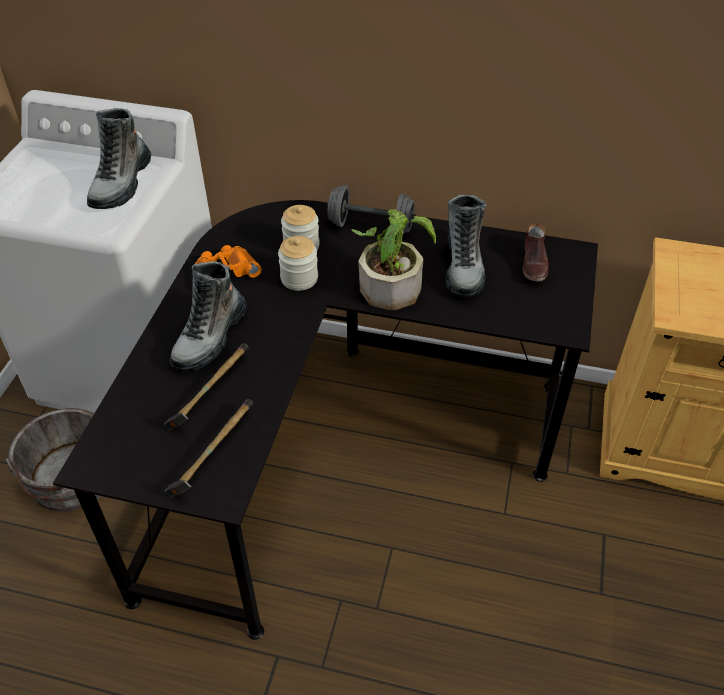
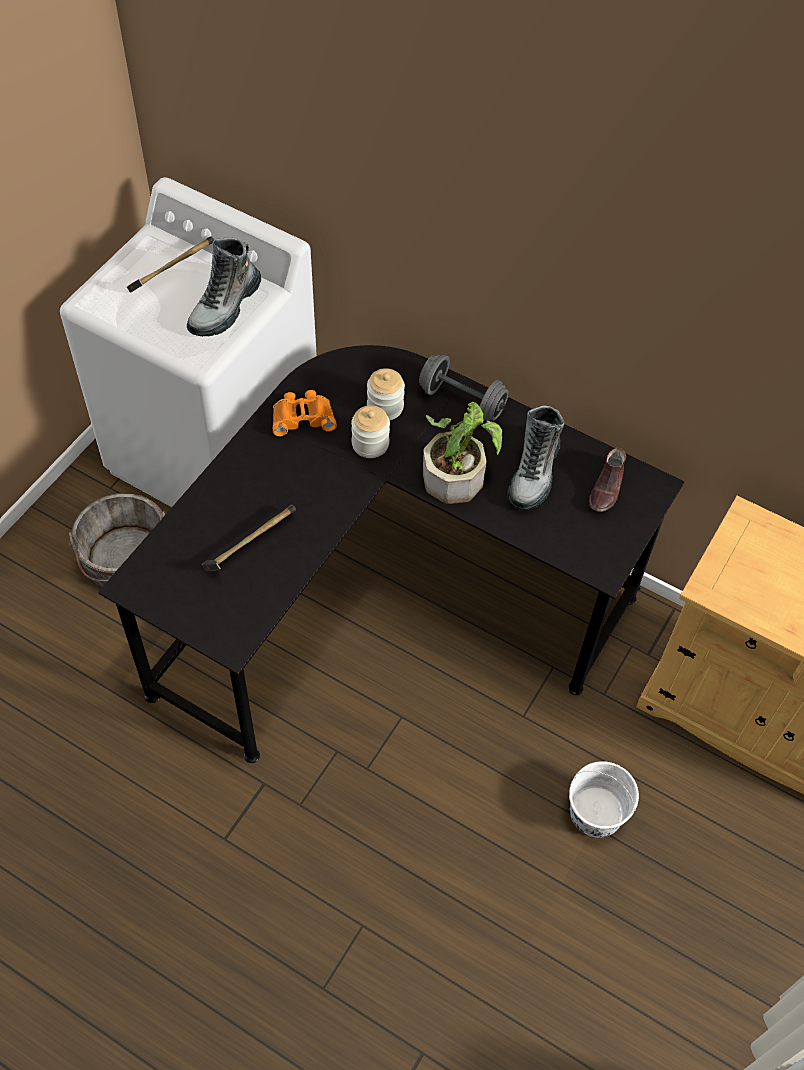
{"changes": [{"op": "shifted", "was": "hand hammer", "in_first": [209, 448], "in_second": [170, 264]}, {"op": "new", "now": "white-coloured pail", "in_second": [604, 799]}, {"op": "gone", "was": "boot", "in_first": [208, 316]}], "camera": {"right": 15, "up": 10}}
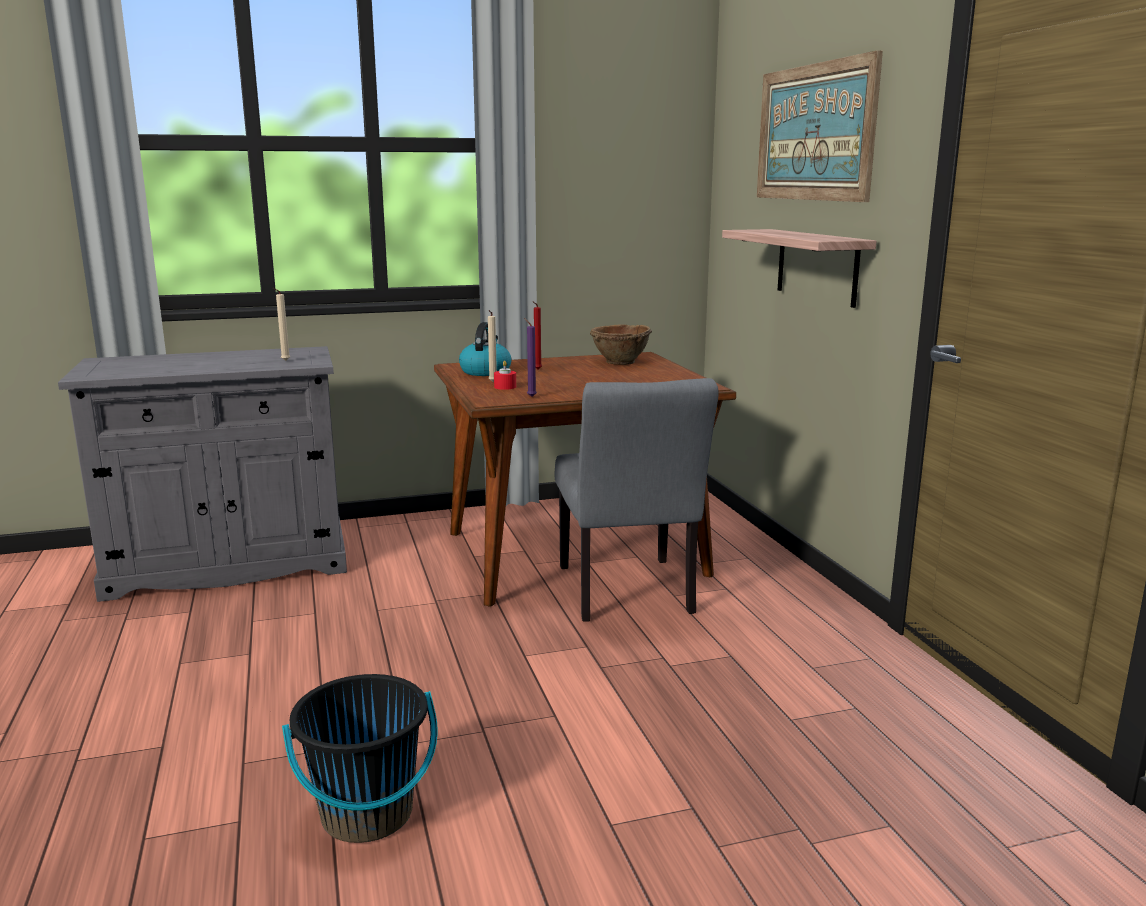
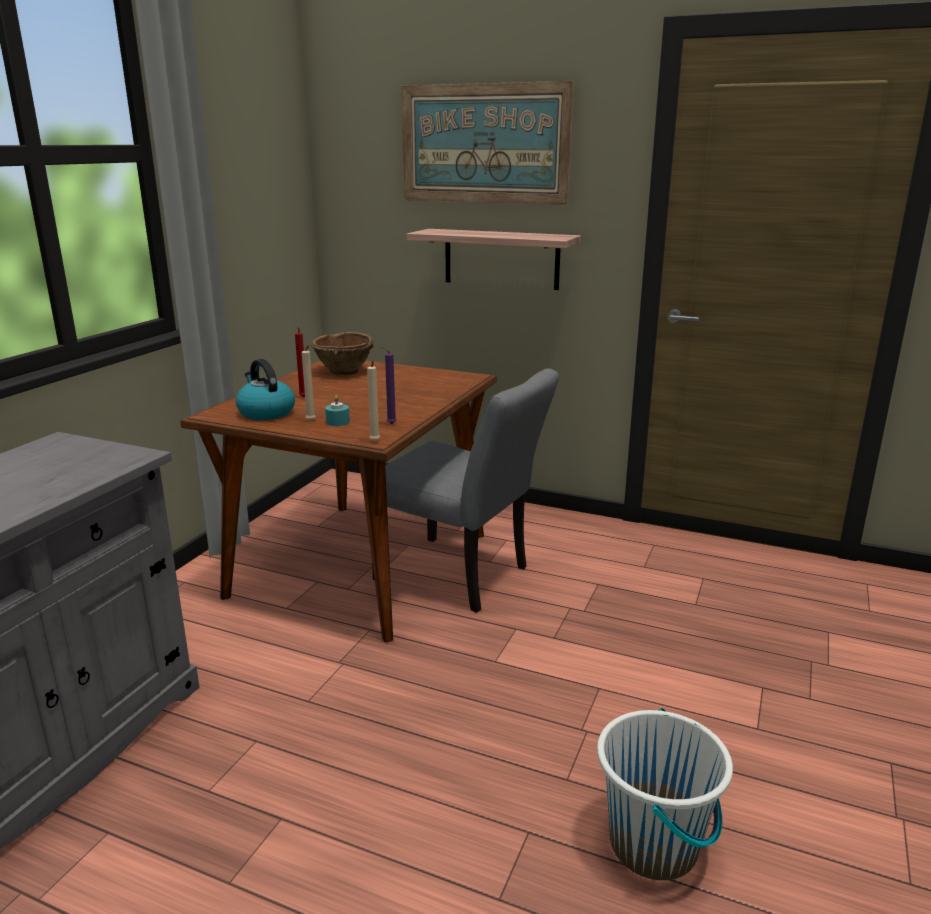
{"changes": [{"op": "repainted", "was": "reddish candle", "now": "turquoise-coloured candle", "in_first": [505, 375], "in_second": [337, 410]}, {"op": "shifted", "was": "beige-coloured candle", "in_first": [281, 324], "in_second": [373, 401]}, {"op": "repainted", "was": "black-coloured pail", "now": "white-coloured pail", "in_first": [360, 758], "in_second": [665, 794]}], "camera": {"right": -50, "up": 5}}
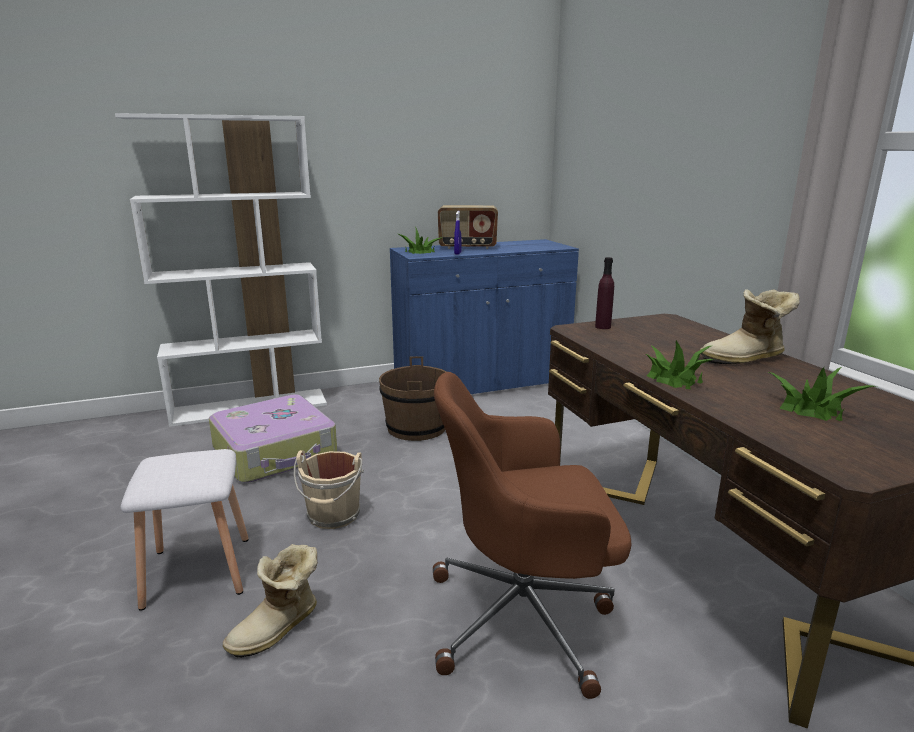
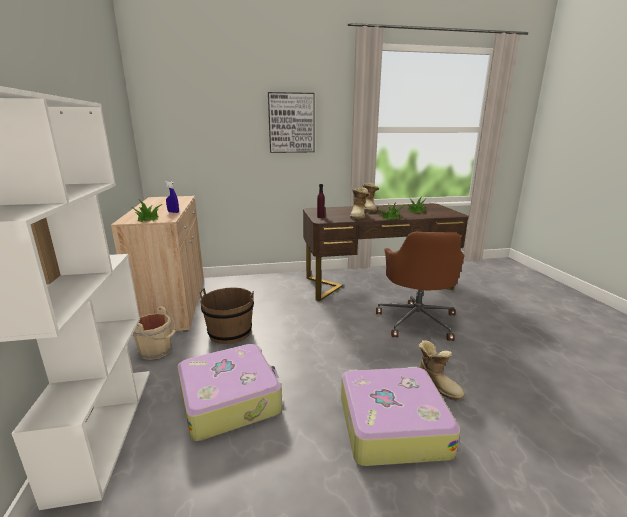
{"changes": [{"op": "repainted", "was": "bluish cabinet", "now": "beige-coloured cabinet", "in_first": [484, 316], "in_second": [157, 266]}, {"op": "shifted", "was": "beige-coloured pail", "in_first": [329, 489], "in_second": [154, 333]}, {"op": "new", "now": "wall art", "in_second": [291, 122]}, {"op": "swapped", "was": "white-coloured sitting stool", "now": "piece of luggage", "in_first": [185, 530], "in_second": [400, 416]}, {"op": "new", "now": "boot", "in_second": [360, 203]}, {"op": "gone", "was": "radio receiver", "in_first": [468, 227]}], "camera": {"right": -80, "up": 0}}
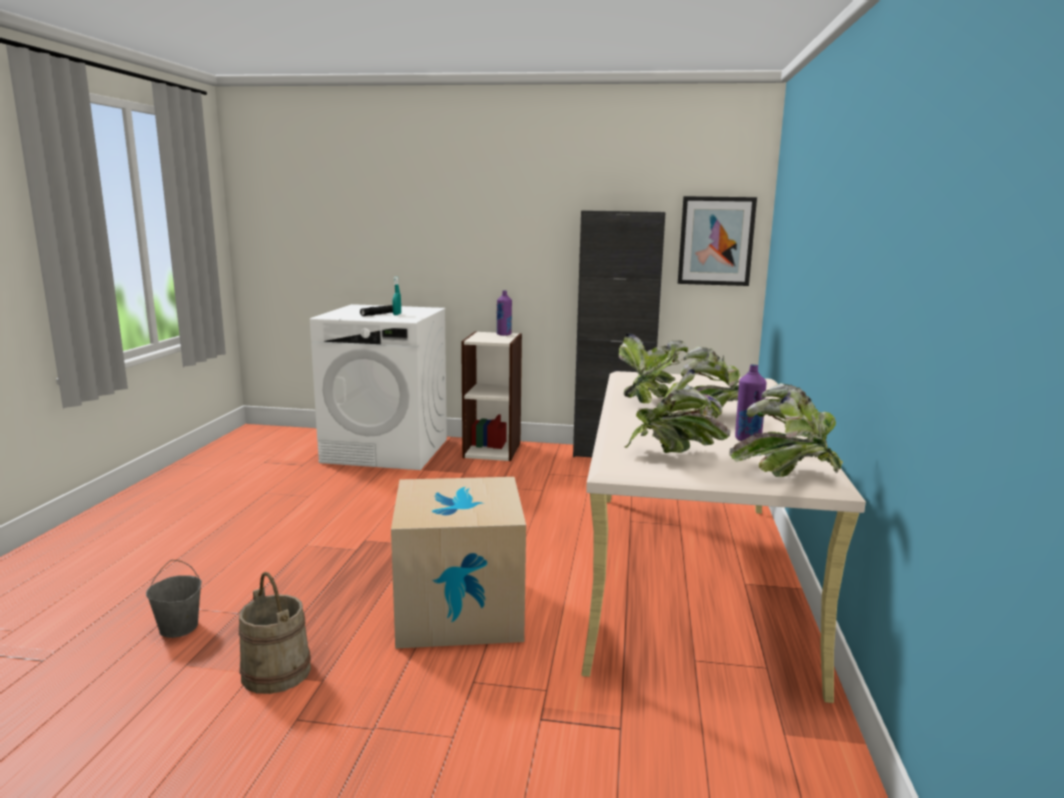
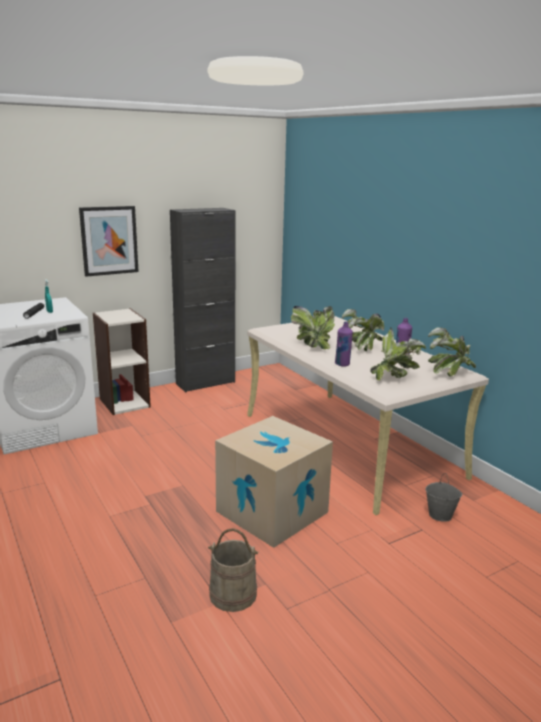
{"changes": [{"op": "shifted", "was": "wall art", "in_first": [717, 241], "in_second": [109, 241]}, {"op": "shifted", "was": "purple bottle", "in_first": [504, 313], "in_second": [344, 344]}, {"op": "shifted", "was": "gray pail", "in_first": [174, 599], "in_second": [444, 497]}], "camera": {"right": -40, "up": 5}}
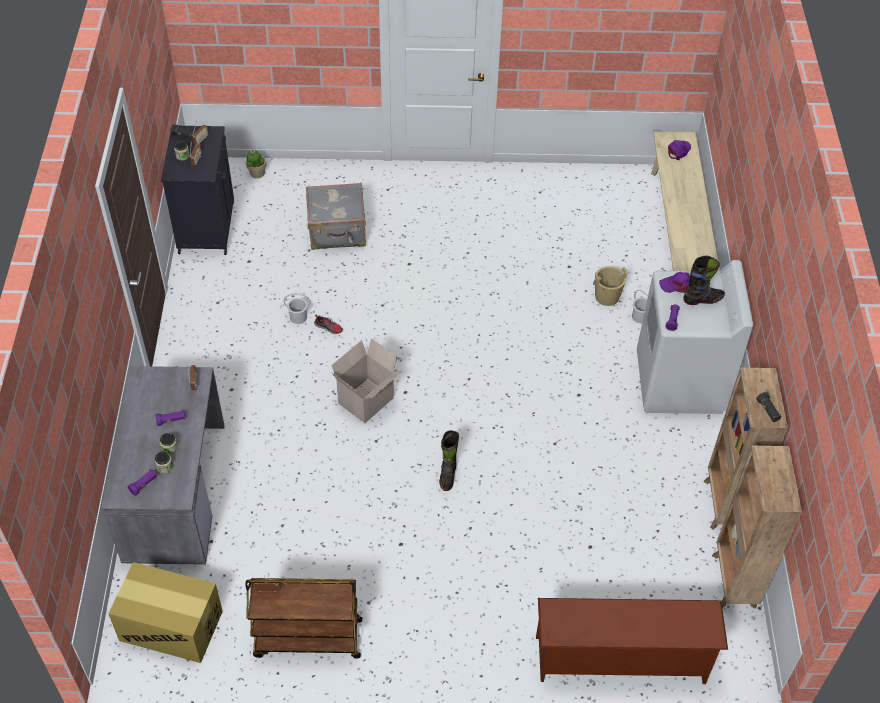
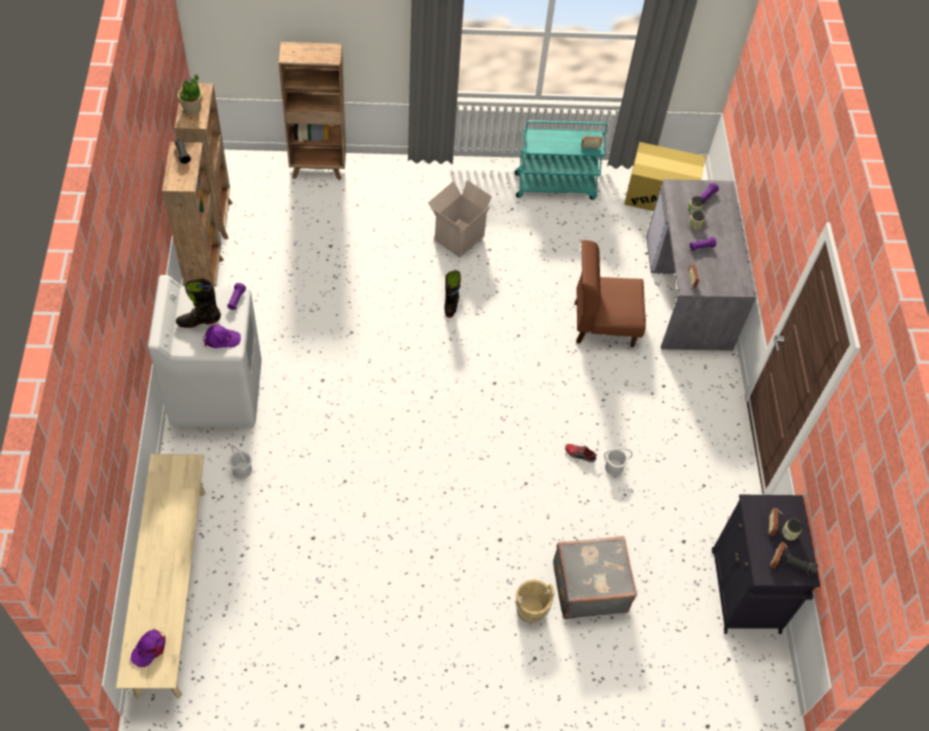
{"changes": [{"op": "shifted", "was": "potted plant", "in_first": [256, 164], "in_second": [190, 94]}, {"op": "swapped", "was": "brownish shoe rack", "now": "brownish bookshelf", "in_first": [632, 641], "in_second": [312, 111]}, {"op": "shifted", "was": "carton", "in_first": [366, 380], "in_second": [460, 219]}, {"op": "repainted", "was": "brownish cart", "now": "turquoise-coloured cart", "in_first": [303, 618], "in_second": [561, 160]}, {"op": "shifted", "was": "beige-coloured pail", "in_first": [610, 286], "in_second": [535, 601]}, {"op": "new", "now": "brownish plain chair", "in_second": [610, 293]}], "camera": {"right": 175, "up": 5}}
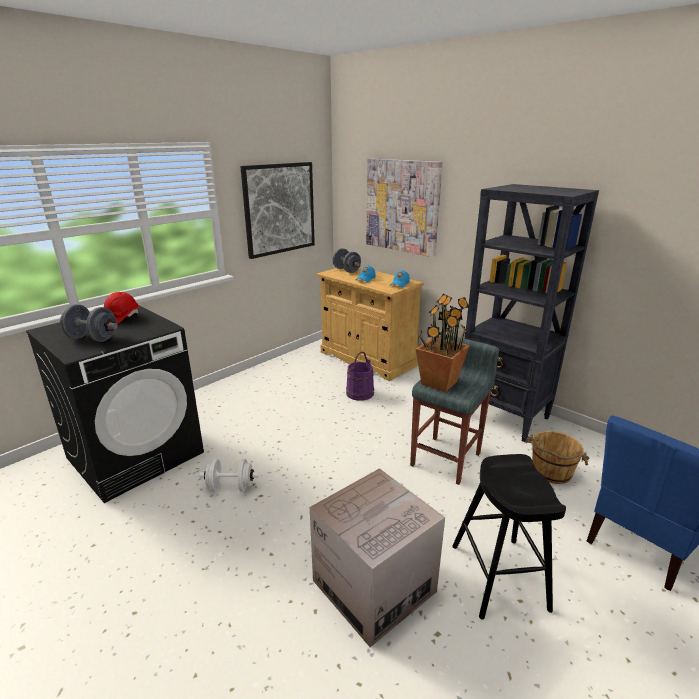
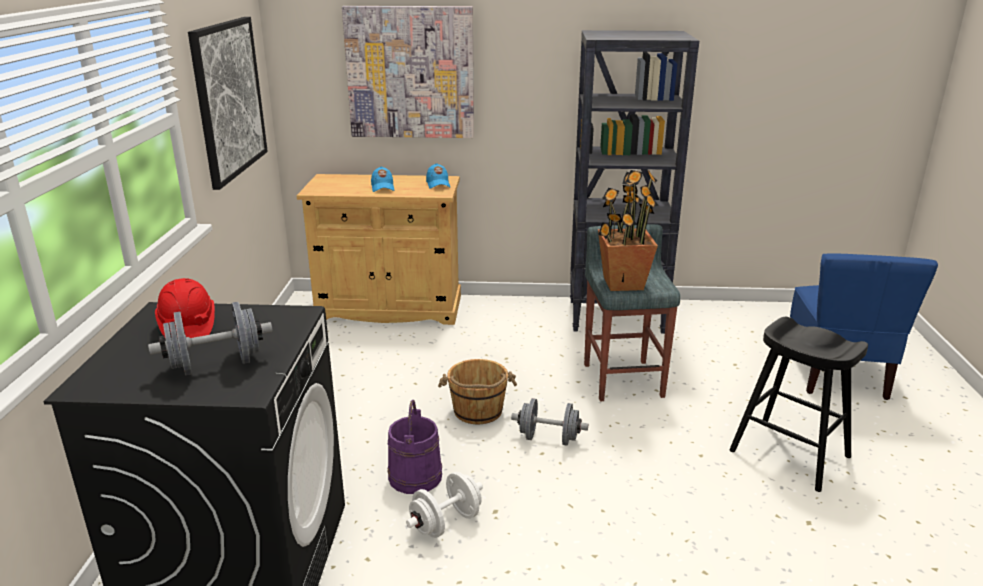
{"changes": [{"op": "shifted", "was": "purple pail", "in_first": [360, 376], "in_second": [414, 447]}, {"op": "shifted", "was": "brownish pail", "in_first": [557, 457], "in_second": [477, 391]}, {"op": "shifted", "was": "gray free weight", "in_first": [346, 260], "in_second": [549, 422]}, {"op": "gone", "was": "carton", "in_first": [377, 558]}], "camera": {"right": -40, "up": 0}}
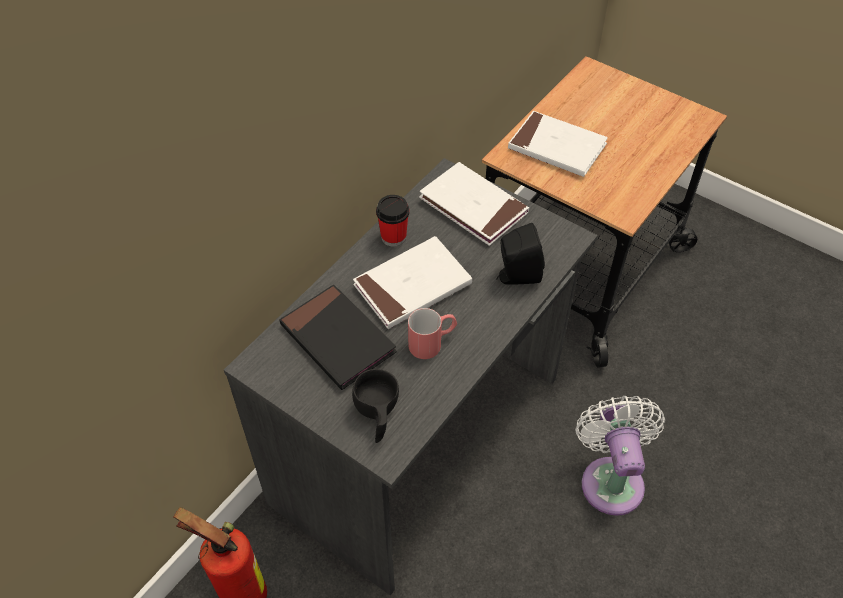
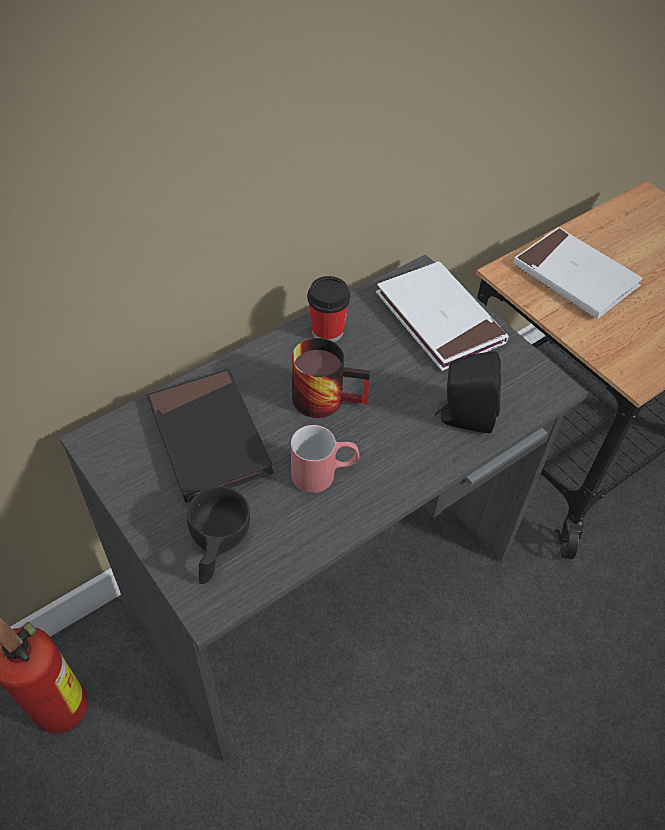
{"changes": [{"op": "swapped", "was": "white-coloured volume", "now": "tea mug", "in_first": [412, 282], "in_second": [331, 378]}, {"op": "gone", "was": "white-coloured fan", "in_first": [620, 456]}], "camera": {"right": 15, "up": 0}}
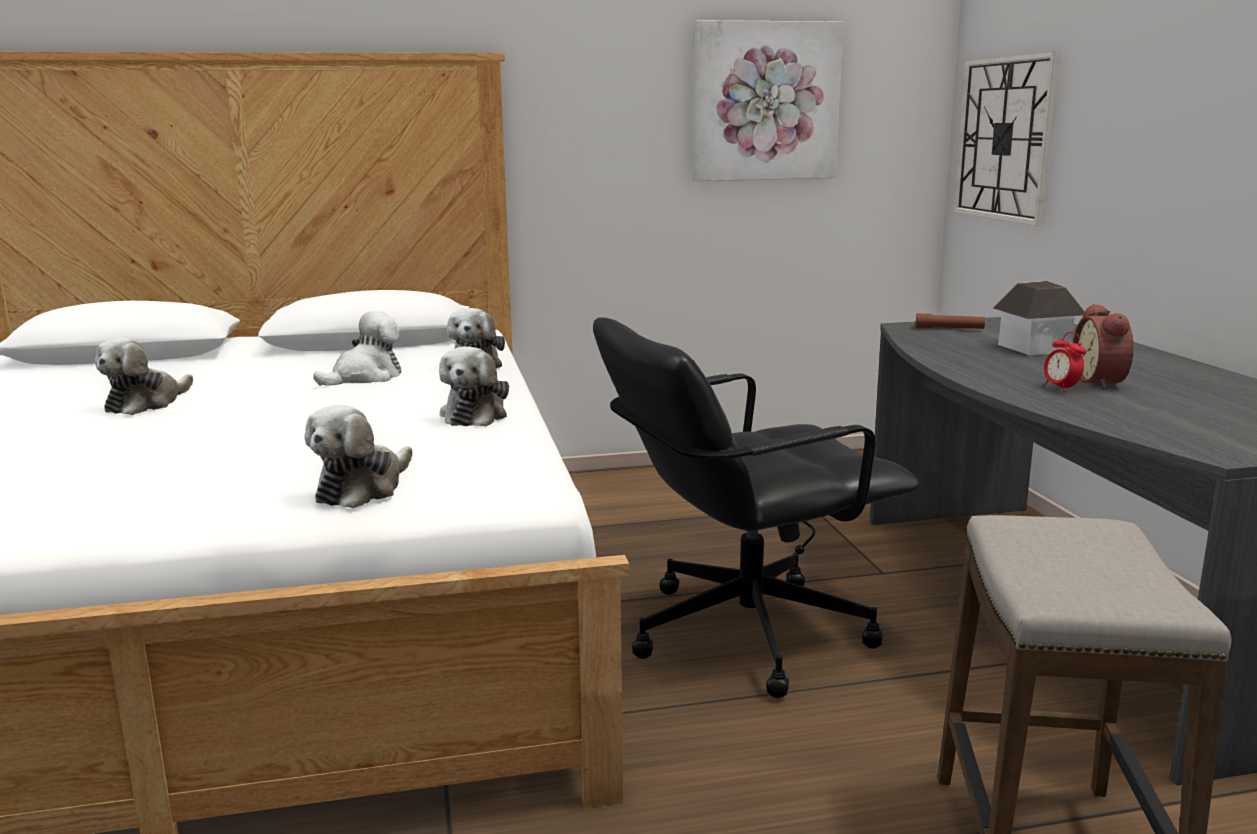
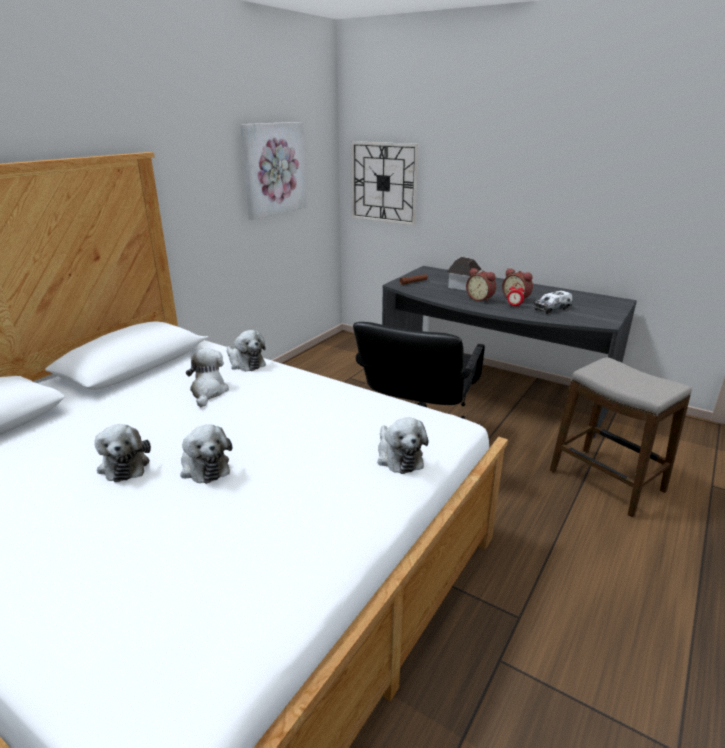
{"changes": [{"op": "shifted", "was": "plush toy", "in_first": [474, 386], "in_second": [206, 454]}, {"op": "new", "now": "bedside clock", "in_second": [481, 285]}, {"op": "new", "now": "toy truck", "in_second": [553, 302]}], "camera": {"right": -45, "up": 10}}
